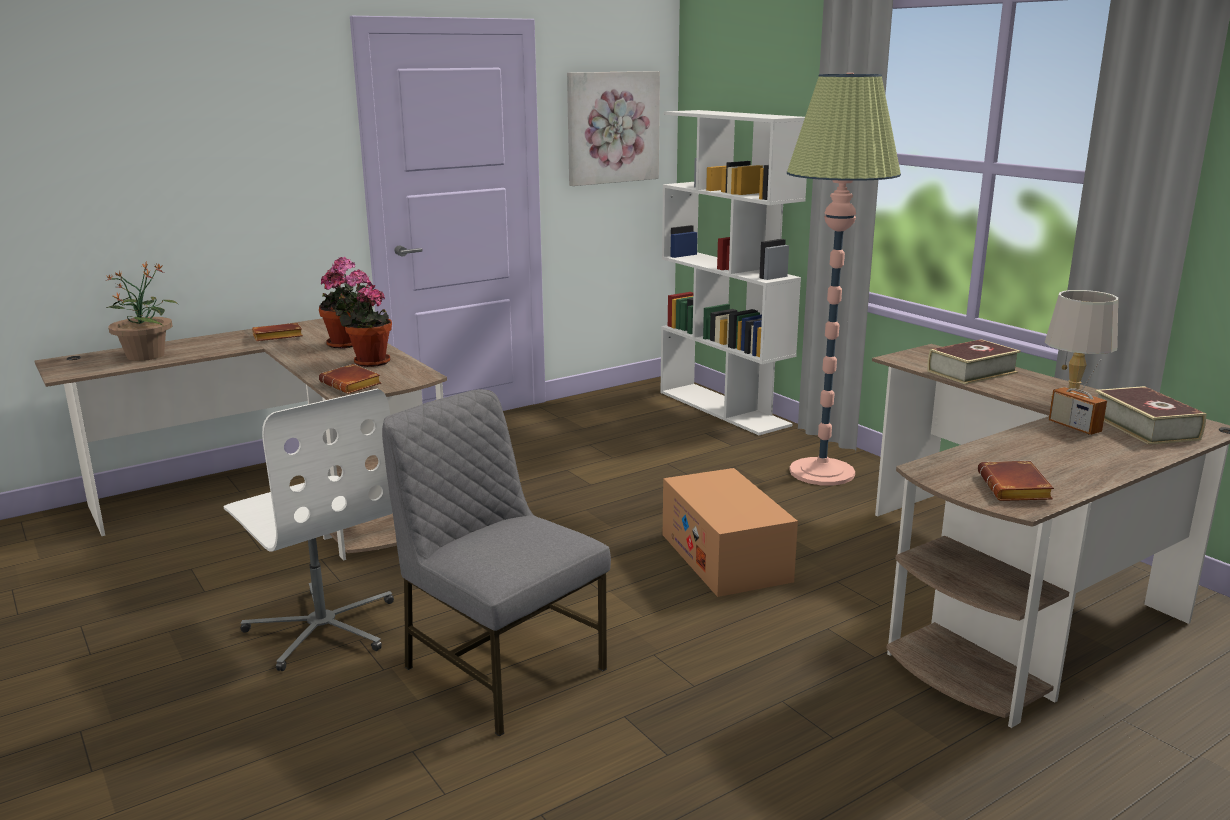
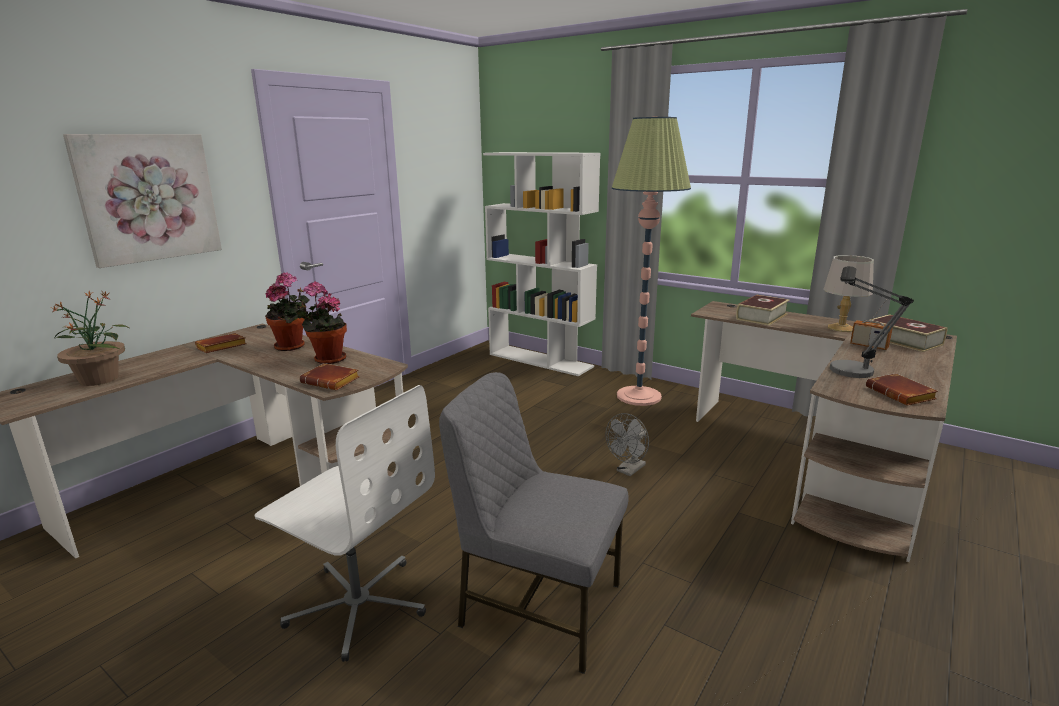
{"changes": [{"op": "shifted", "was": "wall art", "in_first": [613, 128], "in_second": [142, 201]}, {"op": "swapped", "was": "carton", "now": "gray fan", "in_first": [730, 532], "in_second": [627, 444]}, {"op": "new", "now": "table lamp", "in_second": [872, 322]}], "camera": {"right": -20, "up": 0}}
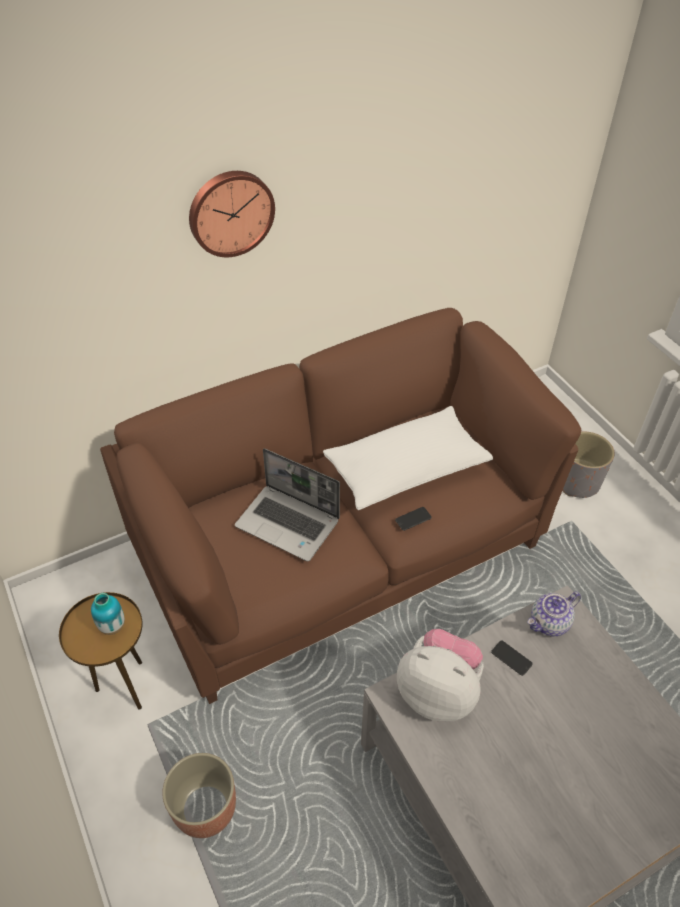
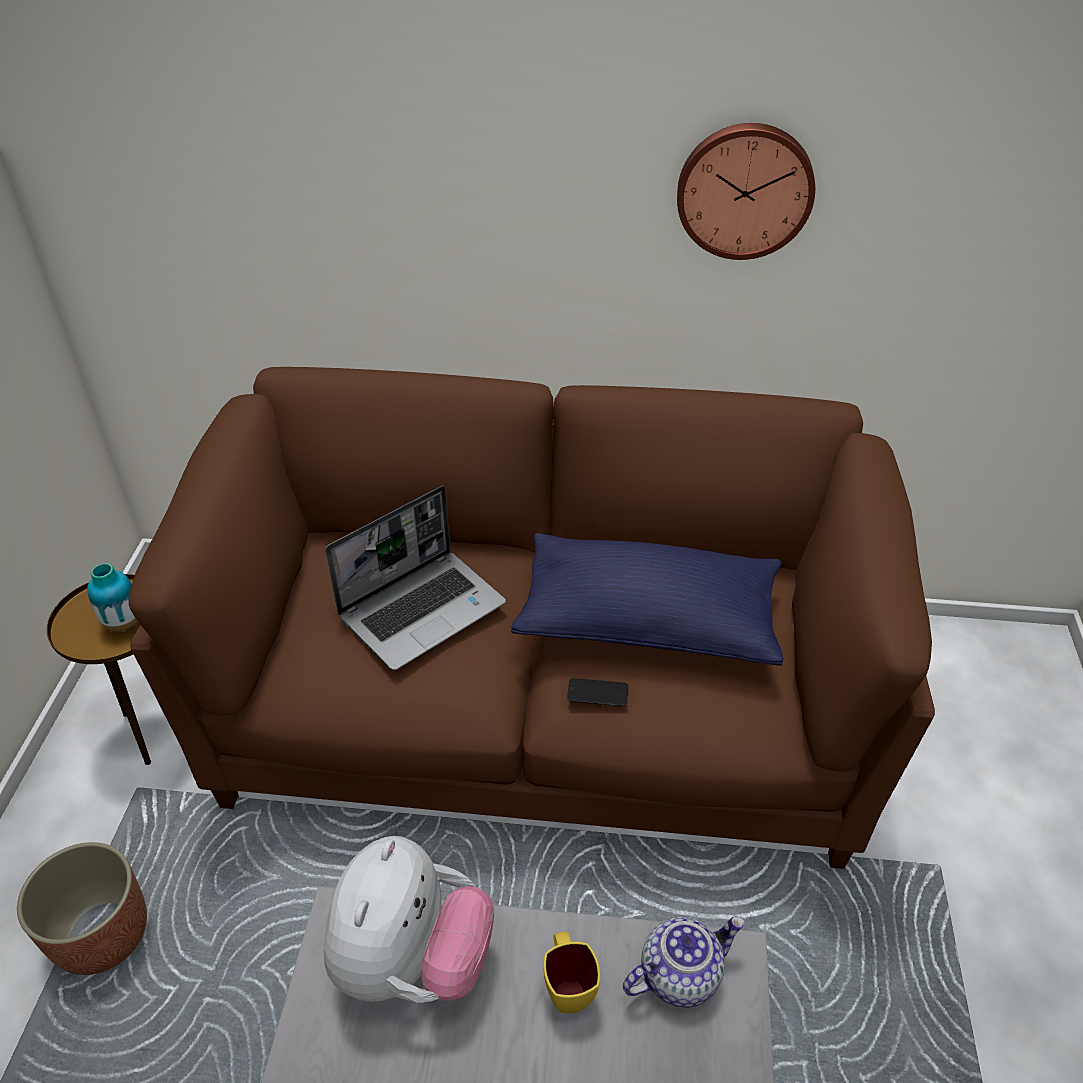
{"changes": [{"op": "rotated", "was": "plush toy", "in_first": [440, 675], "in_second": [408, 919], "clockwise": 45}, {"op": "rotated", "was": "notebook computer", "in_first": [287, 504], "in_second": [415, 578], "clockwise": -105}, {"op": "repainted", "was": "white-coloured pillow", "now": "bluish pillow", "in_first": [408, 458], "in_second": [647, 599]}, {"op": "swapped", "was": "handset", "now": "yellow tea mug", "in_first": [512, 658], "in_second": [571, 973]}, {"op": "rotated", "was": "tea pot", "in_first": [554, 614], "in_second": [684, 961], "clockwise": 150}, {"op": "shifted", "was": "hanging clock", "in_first": [232, 214], "in_second": [746, 191]}, {"op": "gone", "was": "gray plant pot", "in_first": [588, 465]}], "camera": {"right": 35, "up": -5}}
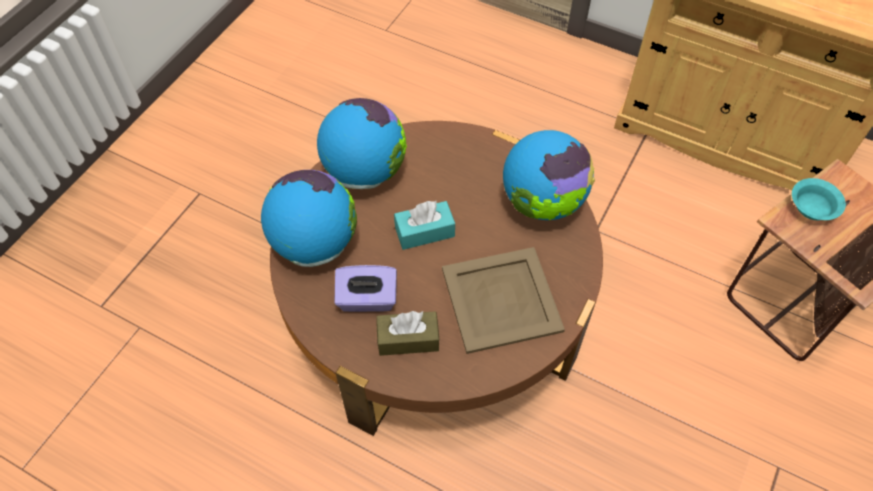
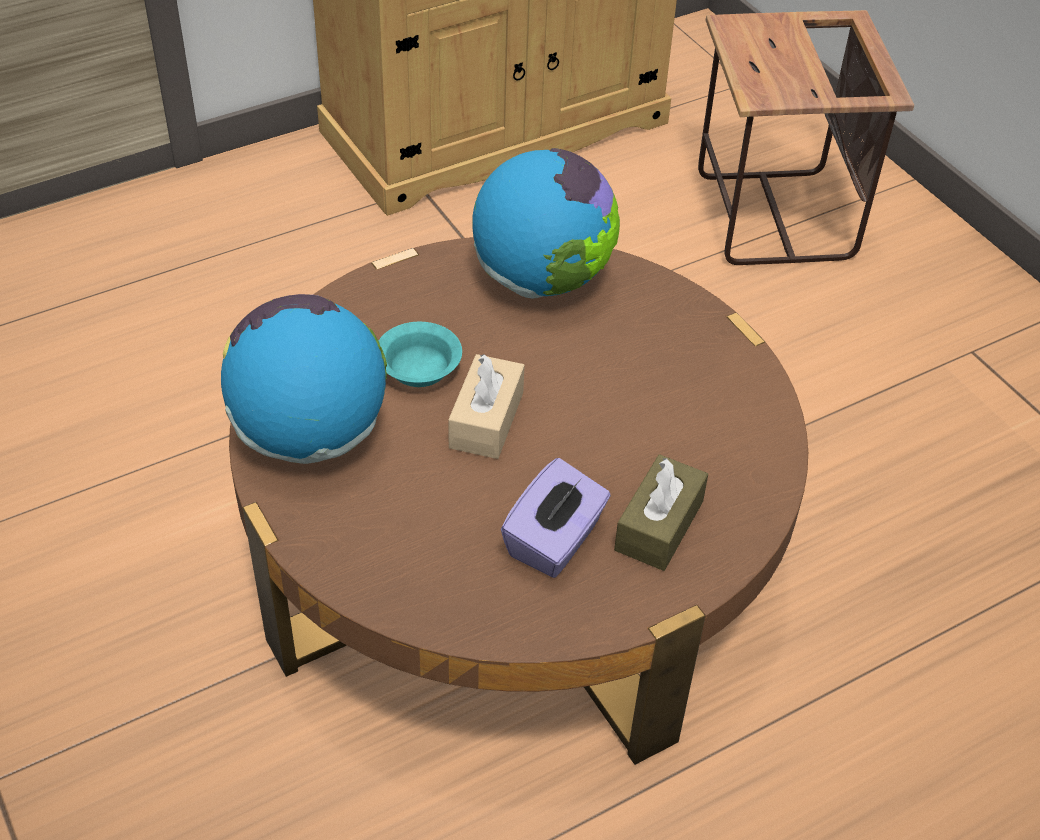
{"changes": [{"op": "shifted", "was": "turquoise-coloured bowl", "in_first": [819, 199], "in_second": [420, 354]}, {"op": "repainted", "was": "turquoise-coloured tissue box", "now": "beige-coloured tissue box", "in_first": [424, 225], "in_second": [486, 406]}, {"op": "gone", "was": "desk globe", "in_first": [309, 218]}, {"op": "gone", "was": "beige-coloured serving tray", "in_first": [503, 300]}], "camera": {"right": -60, "up": -10}}
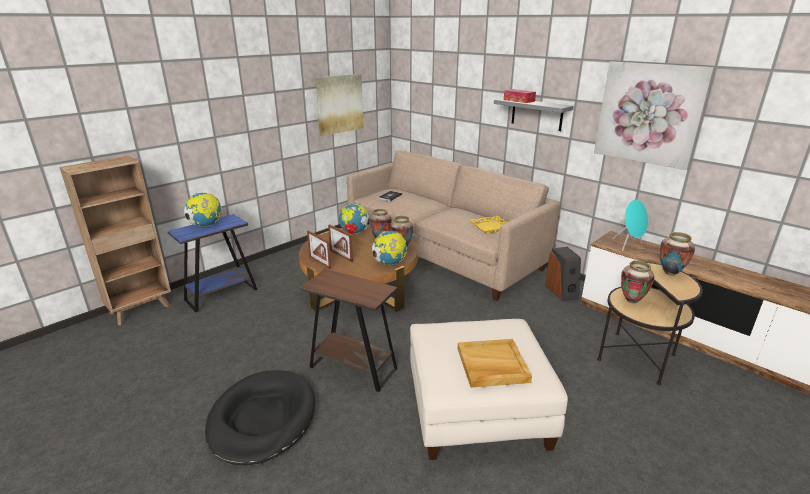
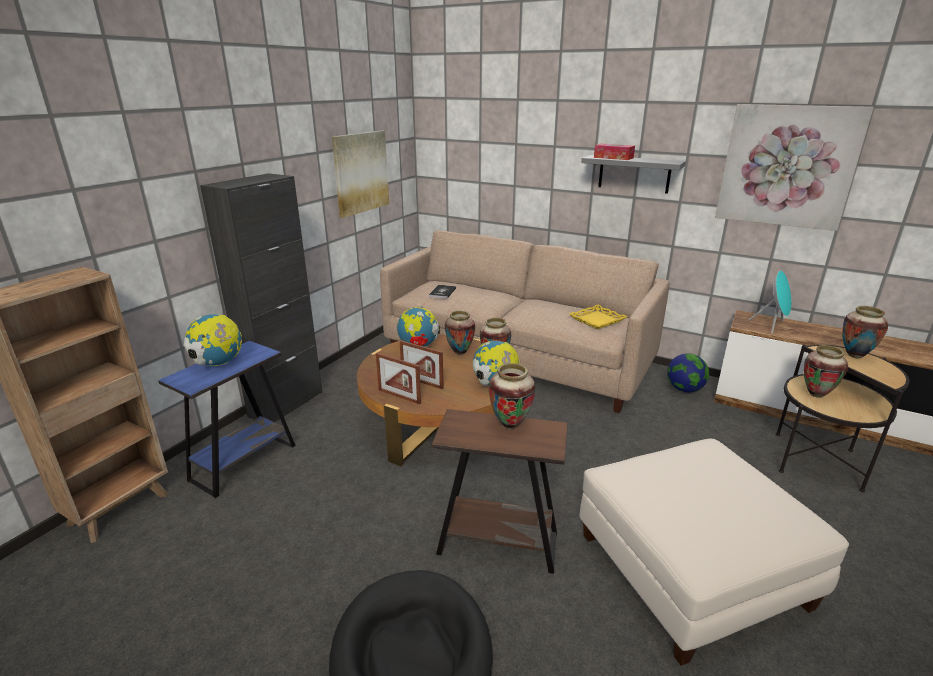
{"changes": [{"op": "new", "now": "black-coloured cabinet", "in_second": [261, 297]}, {"op": "new", "now": "flower vase", "in_second": [512, 396]}, {"op": "swapped", "was": "loudspeaker", "now": "desk globe", "in_first": [563, 274], "in_second": [688, 373]}, {"op": "gone", "was": "beige-coloured serving tray", "in_first": [495, 363]}], "camera": {"right": -15, "up": 0}}
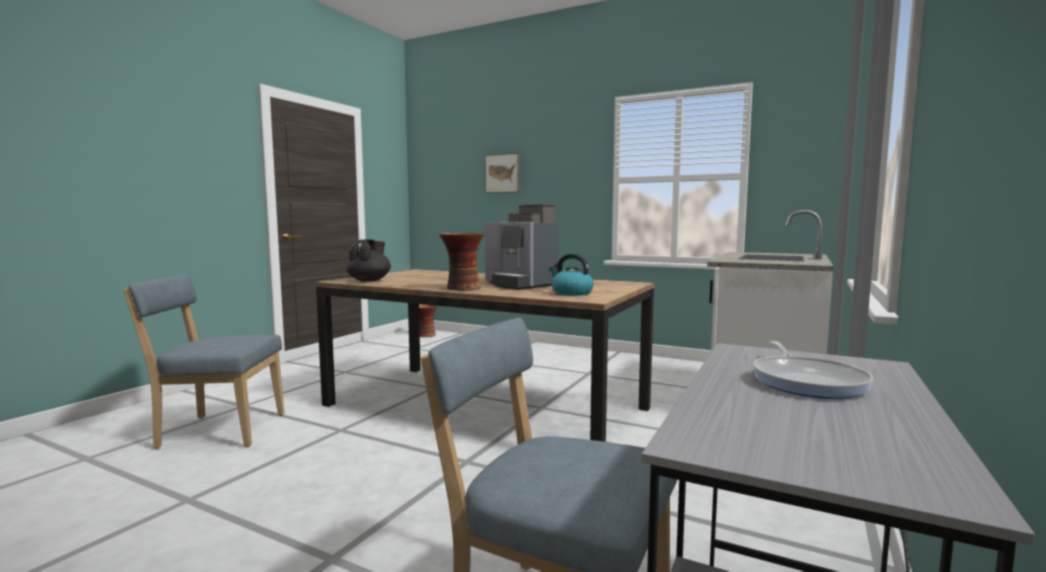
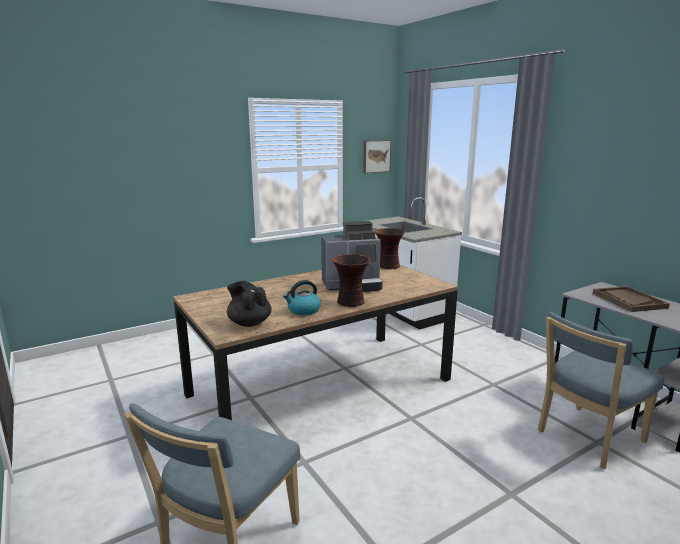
{"changes": [{"op": "shifted", "was": "tea kettle", "in_first": [571, 275], "in_second": [302, 298]}, {"op": "shifted", "was": "wall art", "in_first": [502, 173], "in_second": [377, 156]}, {"op": "shifted", "was": "flower vase", "in_first": [428, 320], "in_second": [390, 248]}, {"op": "swapped", "was": "pan", "now": "brownish serving tray", "in_first": [813, 370], "in_second": [631, 299]}], "camera": {"right": -60, "up": 10}}
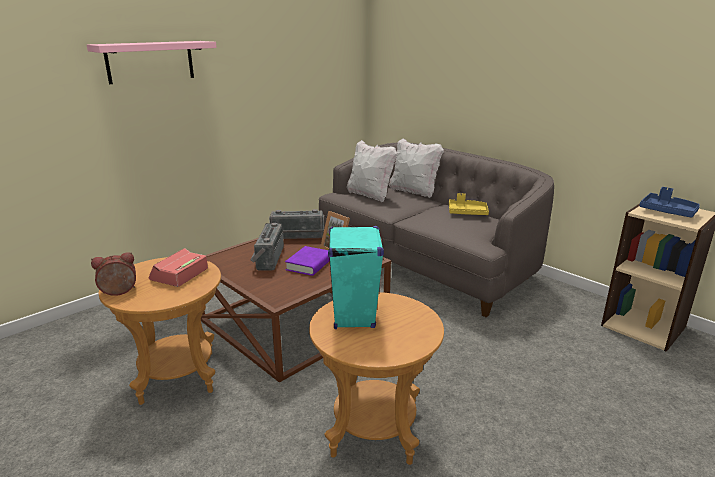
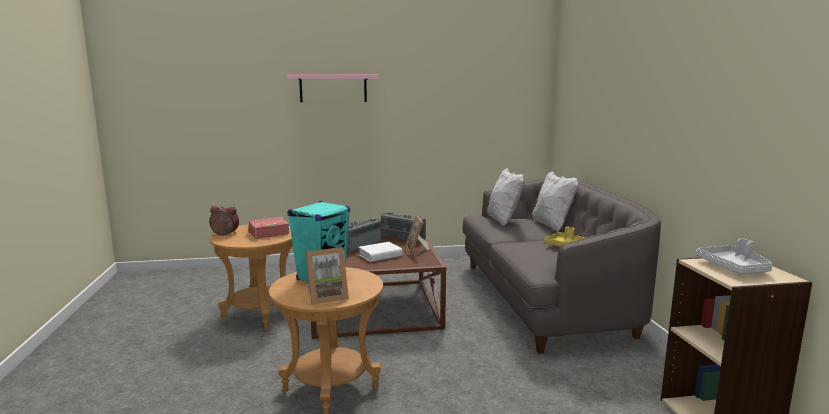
{"changes": [{"op": "new", "now": "photo frame", "in_second": [327, 276]}, {"op": "repainted", "was": "purple volume", "now": "white-coloured volume", "in_first": [307, 261], "in_second": [380, 252]}, {"op": "repainted", "was": "bluish serving tray", "now": "gray serving tray", "in_first": [669, 202], "in_second": [734, 256]}], "camera": {"right": 35, "up": -10}}
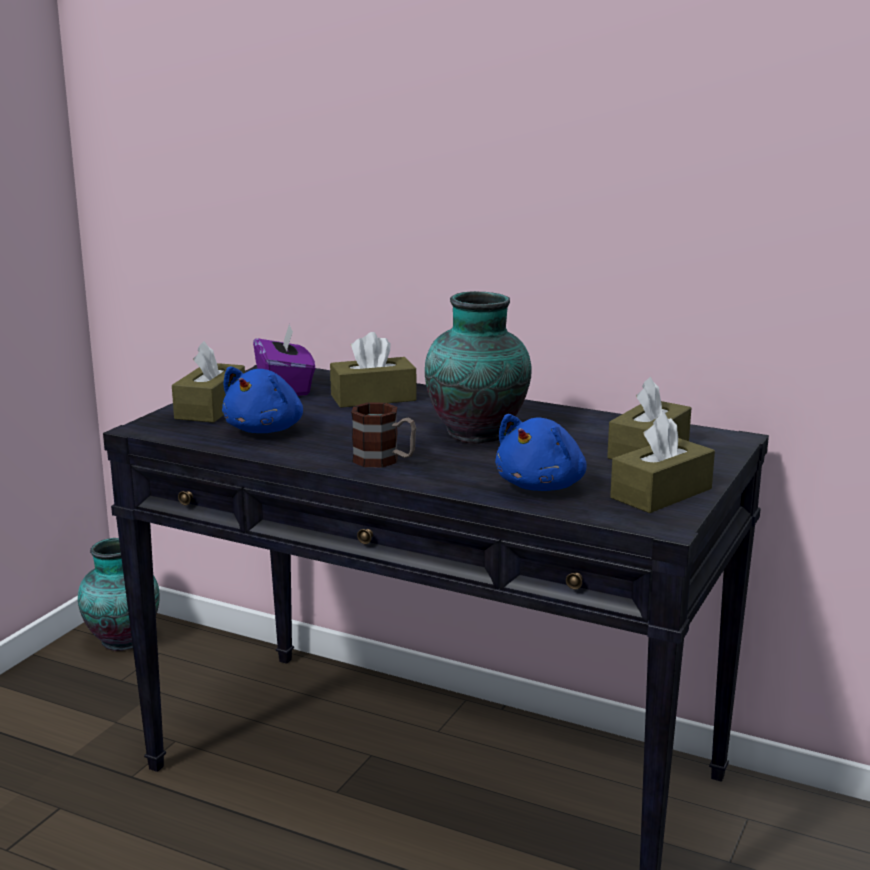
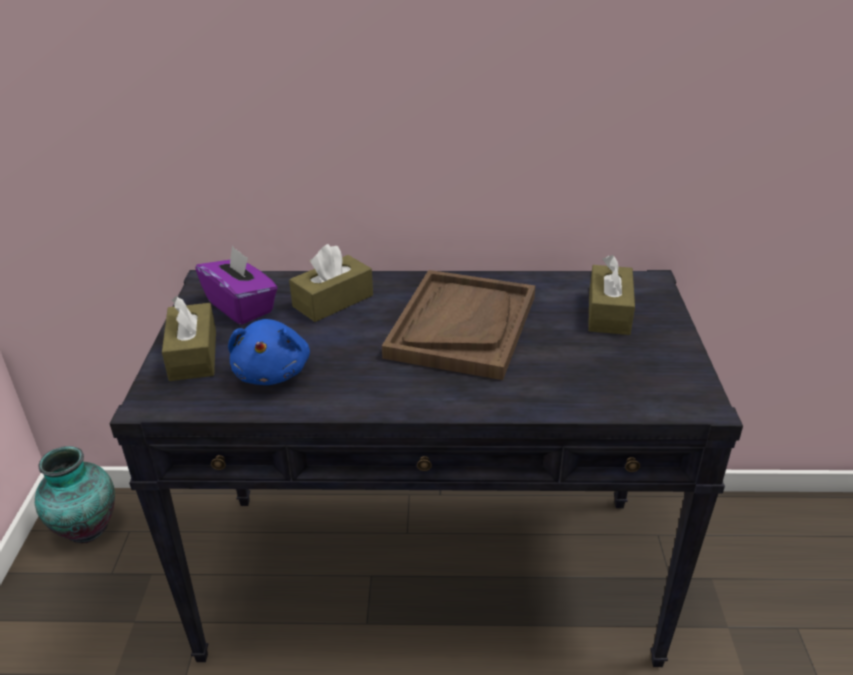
{"changes": [{"op": "swapped", "was": "flower vase", "now": "brownish serving tray", "in_first": [478, 367], "in_second": [458, 325]}, {"op": "gone", "was": "tea mug", "in_first": [383, 435]}, {"op": "gone", "was": "bluish plush toy", "in_first": [541, 452]}, {"op": "gone", "was": "brownish tissue box", "in_first": [662, 463]}], "camera": {"right": -25, "up": 15}}
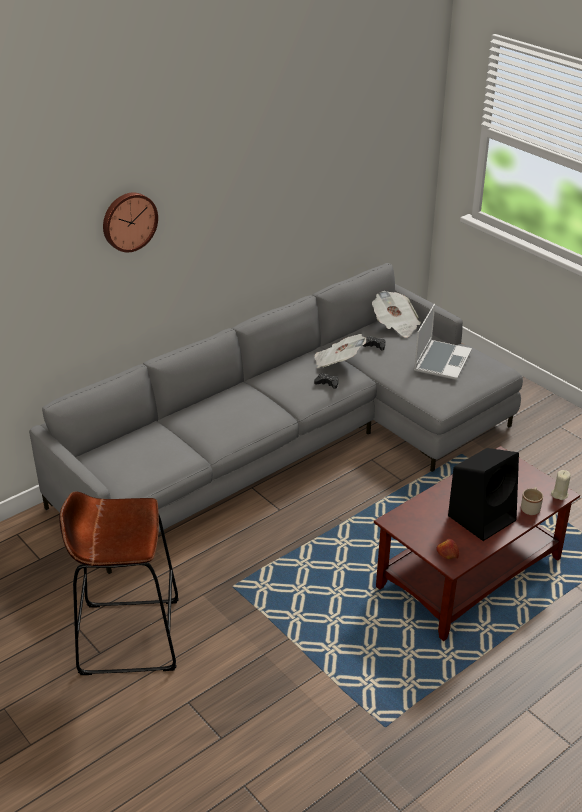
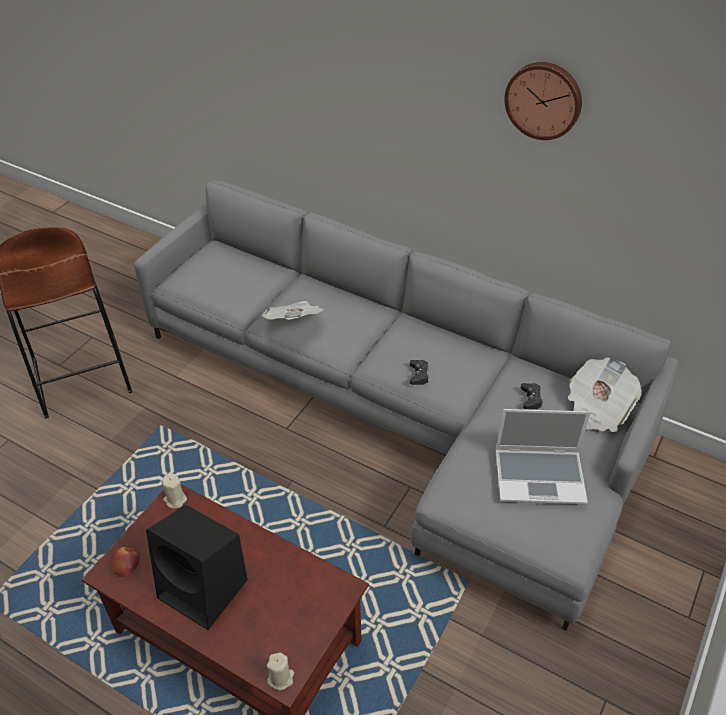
{"changes": [{"op": "new", "now": "beige-coloured candle", "in_second": [174, 491]}, {"op": "shifted", "was": "daily paper", "in_first": [340, 351], "in_second": [293, 310]}, {"op": "shifted", "was": "hanging clock", "in_first": [130, 222], "in_second": [543, 101]}, {"op": "gone", "was": "beige-coloured tea mug", "in_first": [532, 501]}], "camera": {"right": 70, "up": 10}}
